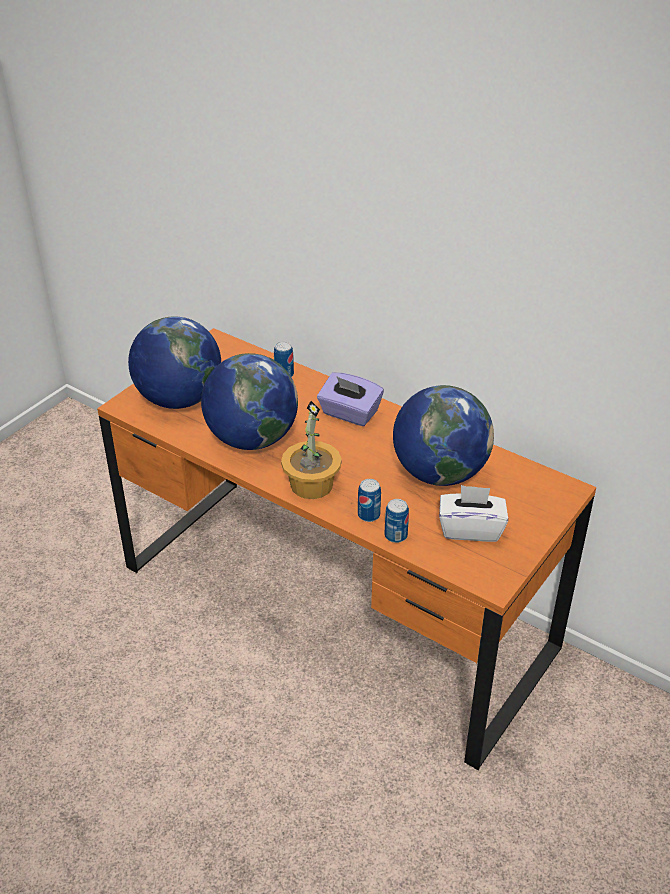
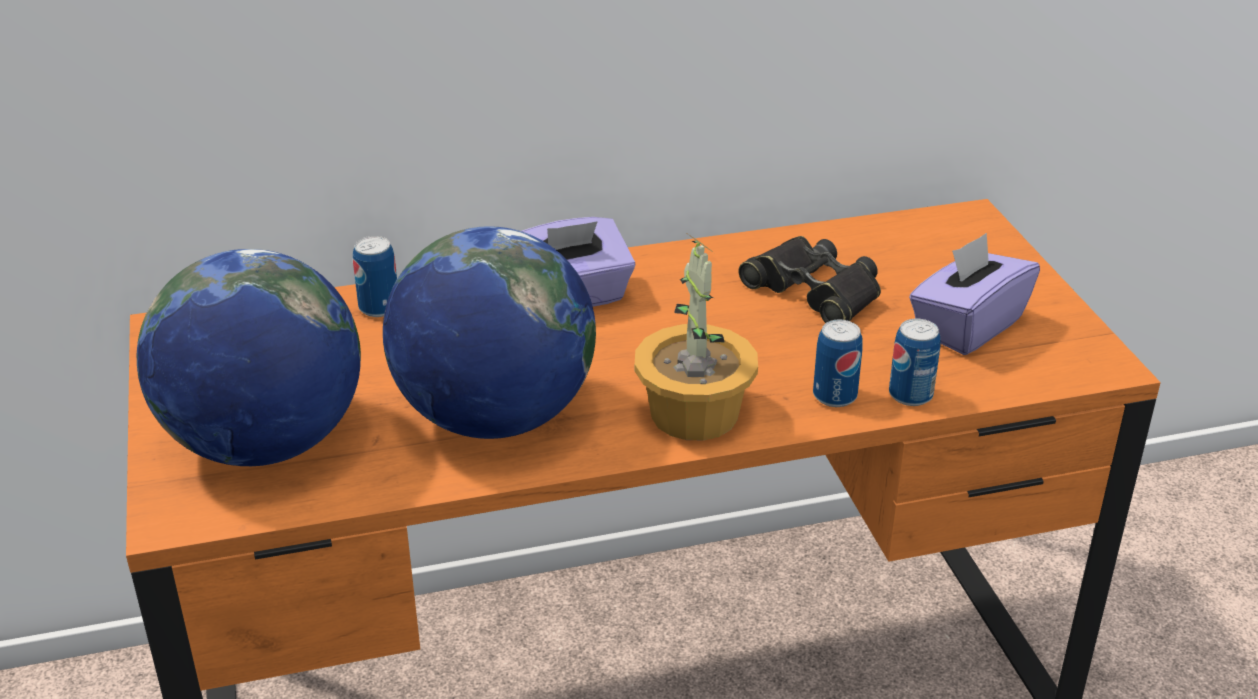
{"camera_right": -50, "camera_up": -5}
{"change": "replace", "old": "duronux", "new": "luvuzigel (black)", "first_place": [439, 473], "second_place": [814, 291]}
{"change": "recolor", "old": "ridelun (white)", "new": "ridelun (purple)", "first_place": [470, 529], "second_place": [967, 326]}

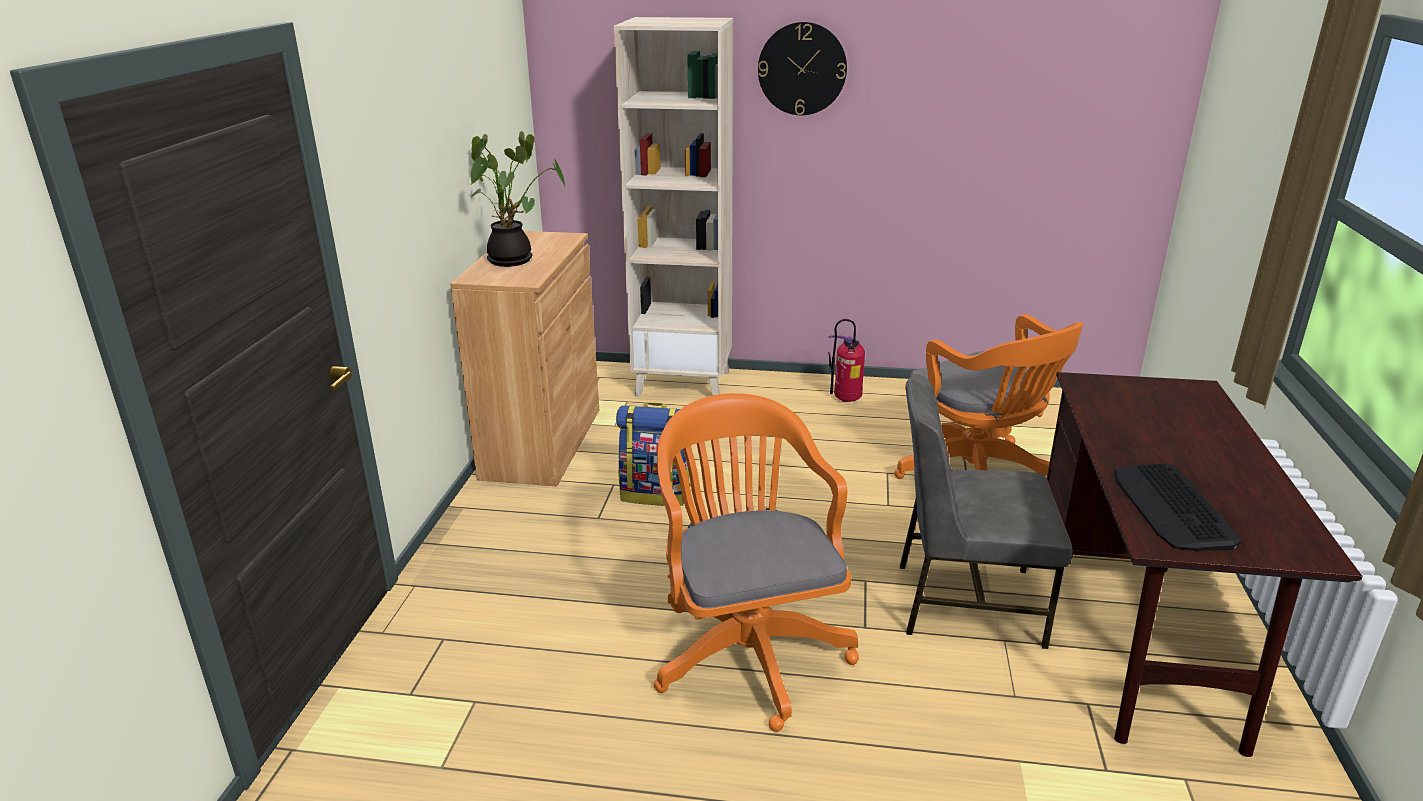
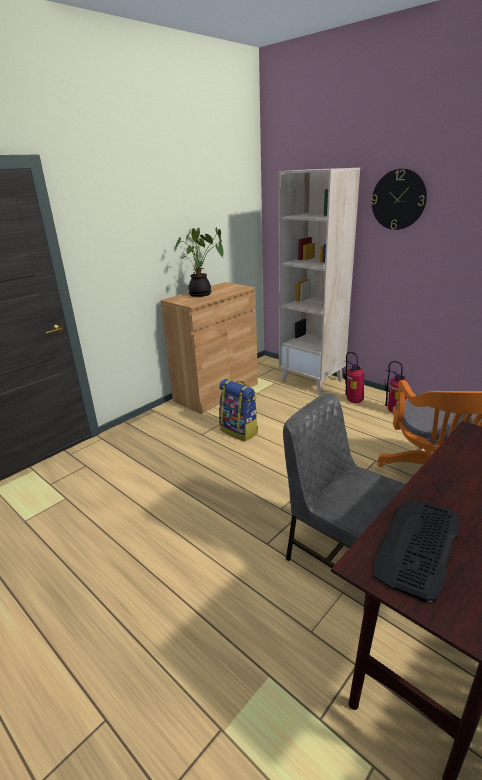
{"camera_right": 35, "camera_up": 0}
{"change": "insert", "new": "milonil", "second_place": [353, 401]}
{"change": "delete", "old": "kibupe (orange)", "first_place": [747, 647]}

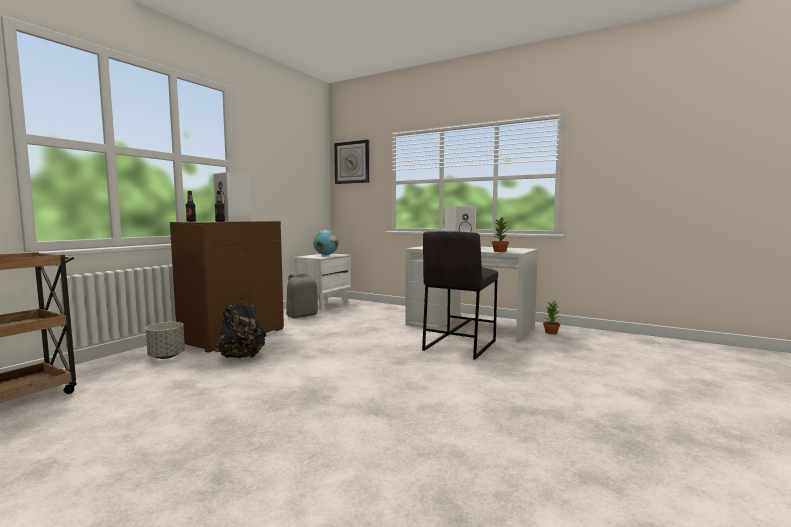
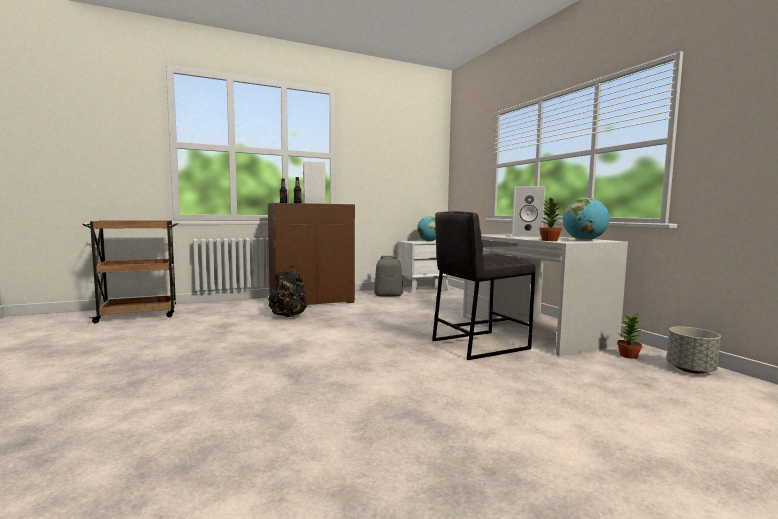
{"camera_right": 35, "camera_up": 0}
{"change": "insert", "new": "duronux", "second_place": [584, 240]}
{"change": "move", "old": "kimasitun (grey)", "first_place": [167, 356], "second_place": [690, 370]}
{"change": "delete", "old": "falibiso", "first_place": [352, 162]}

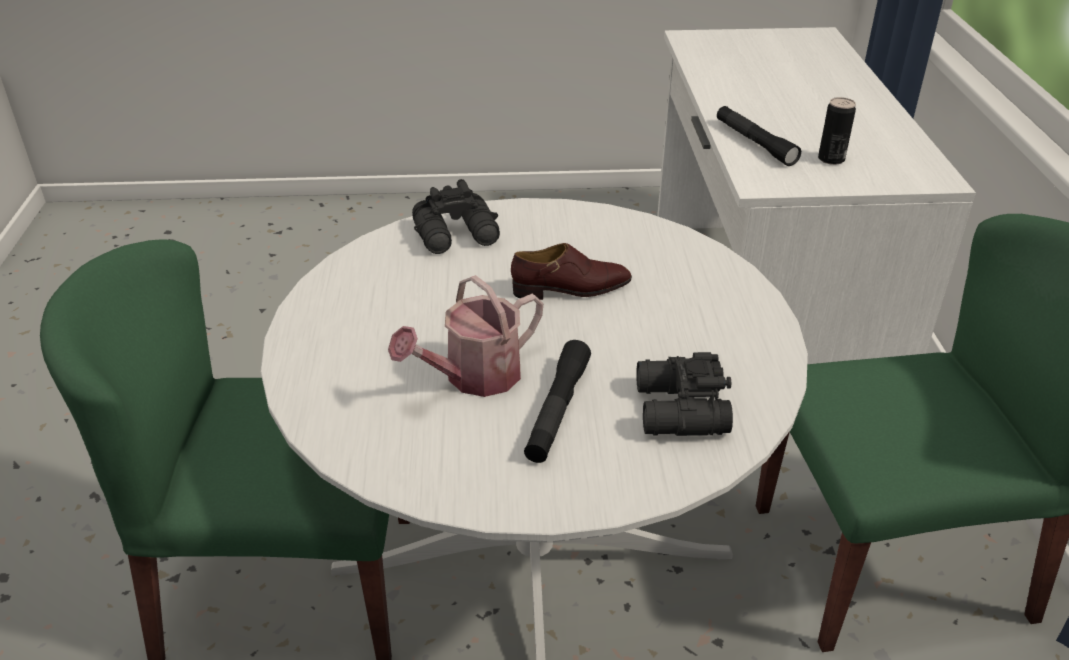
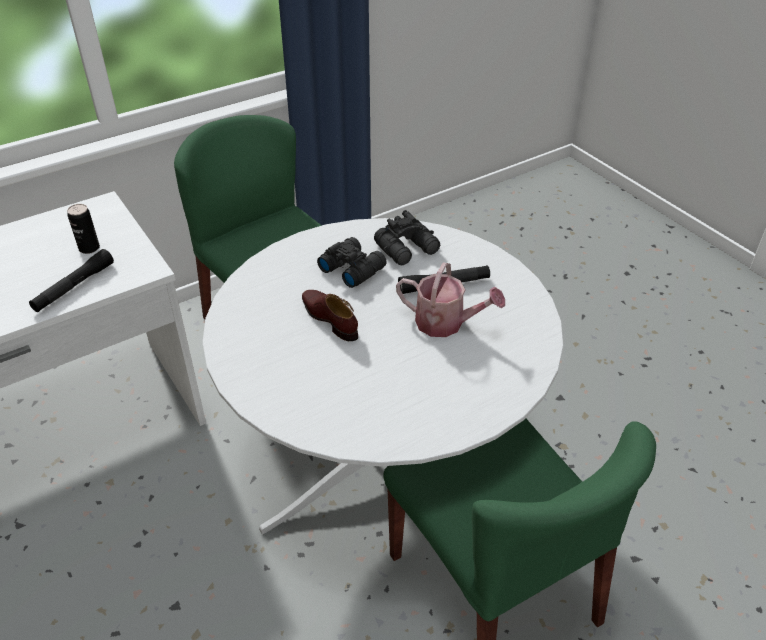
{"camera_right": -120, "camera_up": 5}
{"change": "move", "old": "luvuzigel (black)", "first_place": [458, 235], "second_place": [352, 268]}

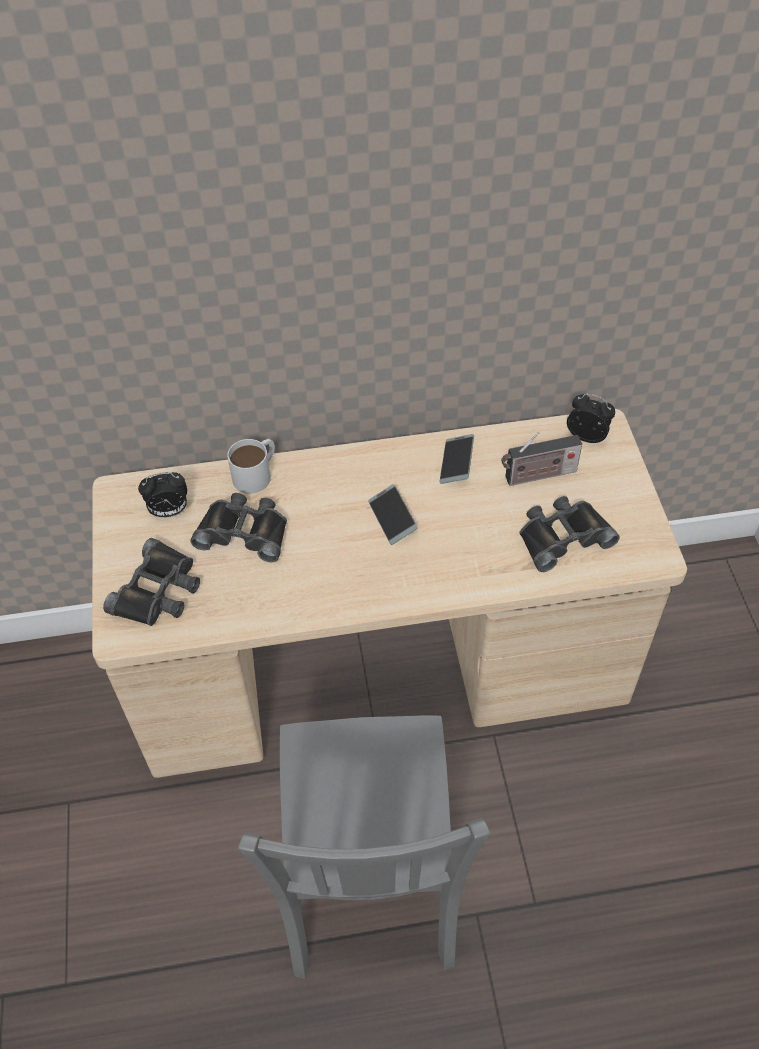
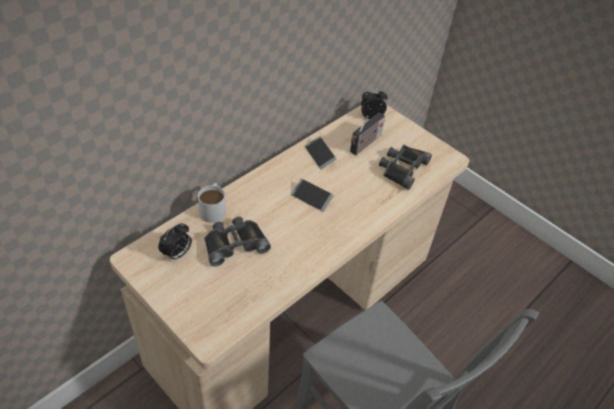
{"camera_right": -40, "camera_up": -5}
{"change": "delete", "old": "luvuzigel (black)", "first_place": [158, 591]}

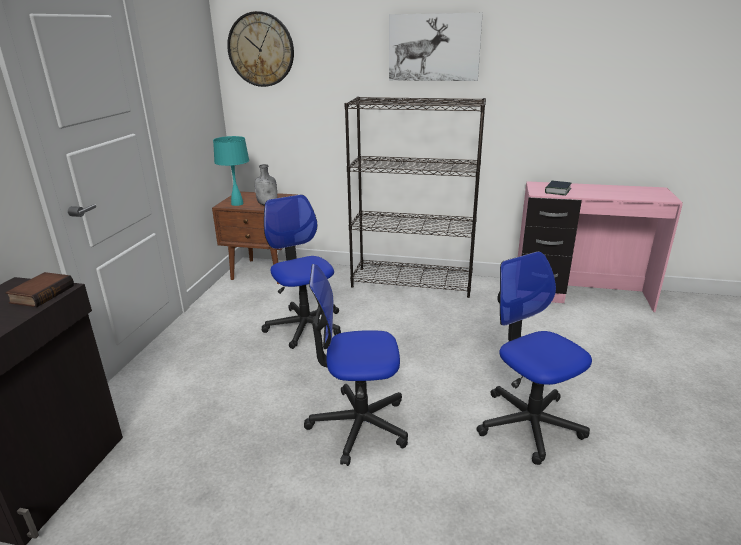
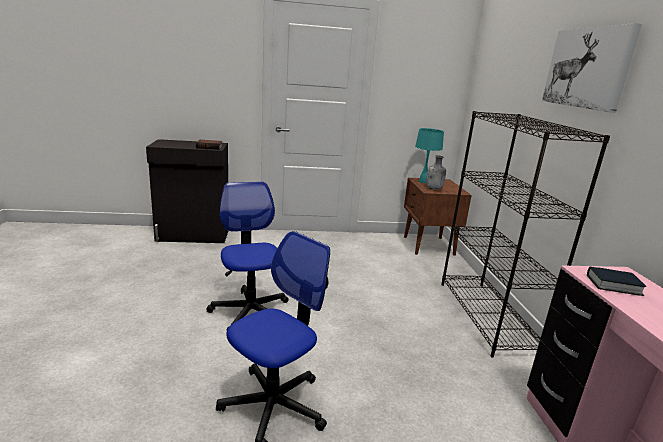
{"camera_right": 70, "camera_up": -5}
{"change": "delete", "old": "falibiso", "first_place": [261, 49]}
{"change": "delete", "old": "kibupe", "first_place": [304, 326]}

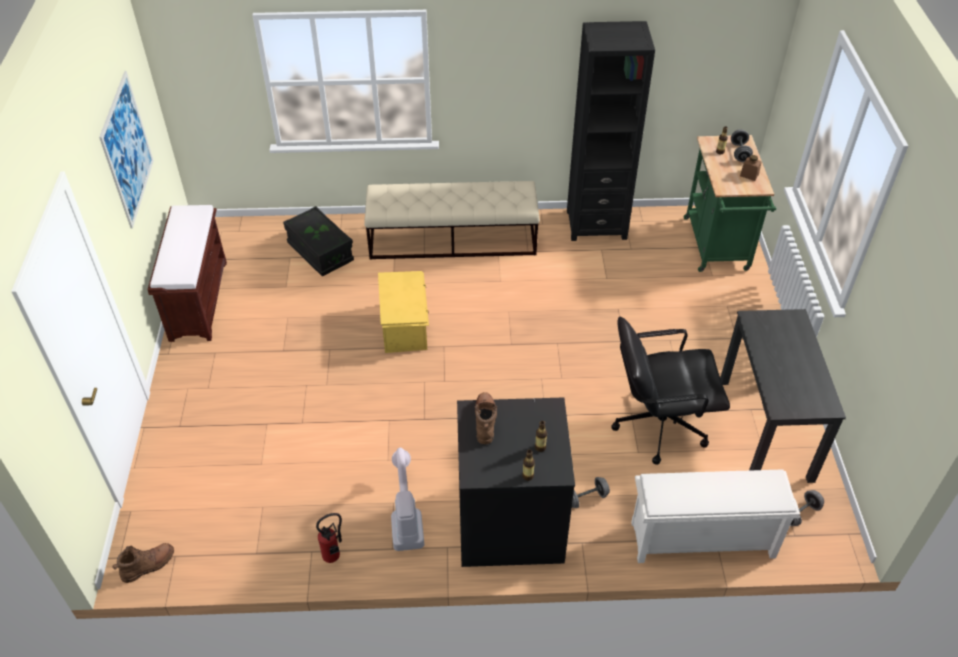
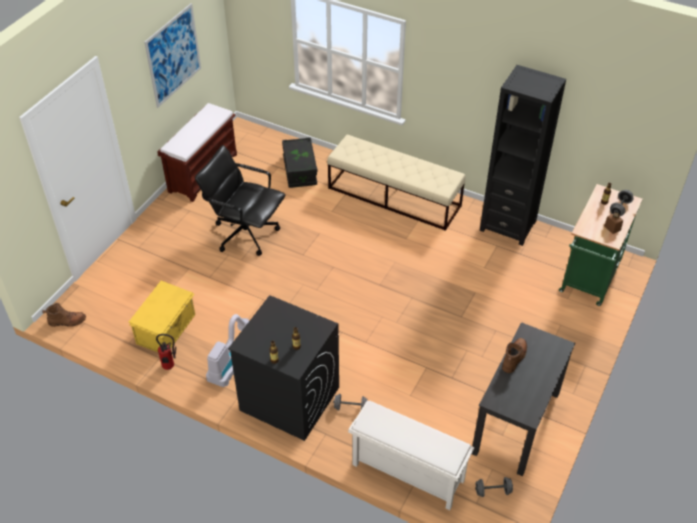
{"camera_right": 30, "camera_up": 0}
{"change": "move", "old": "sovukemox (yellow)", "first_place": [405, 325], "second_place": [167, 329]}
{"change": "move", "old": "kibupe (black)", "first_place": [658, 424], "second_place": [245, 233]}
{"change": "move", "old": "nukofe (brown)", "first_place": [485, 421], "second_place": [514, 358]}

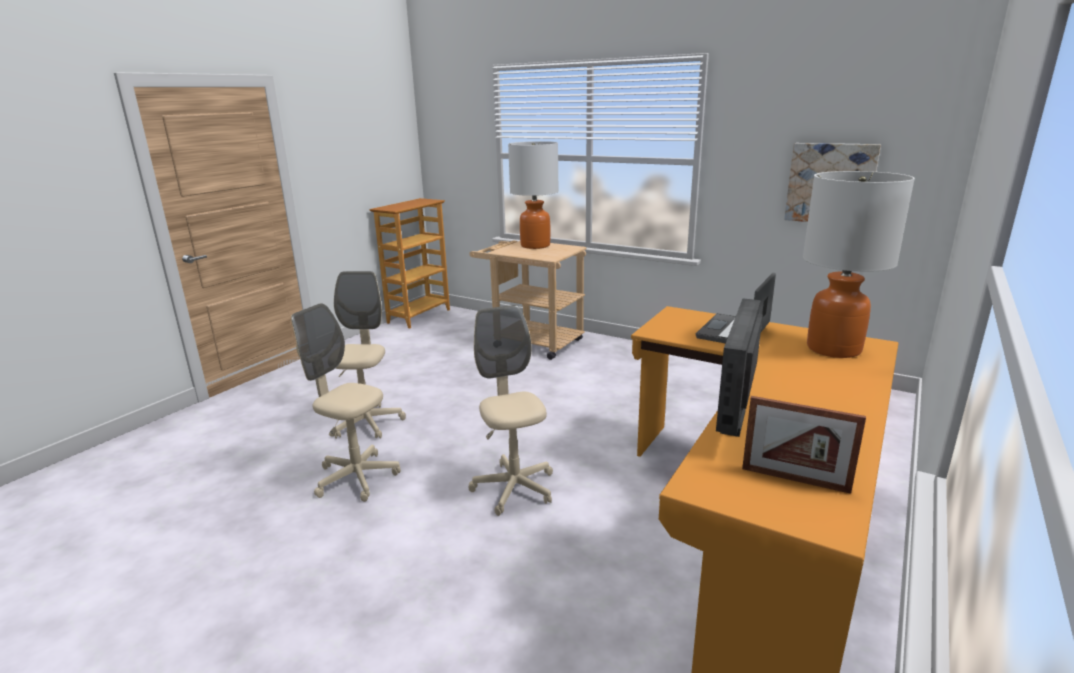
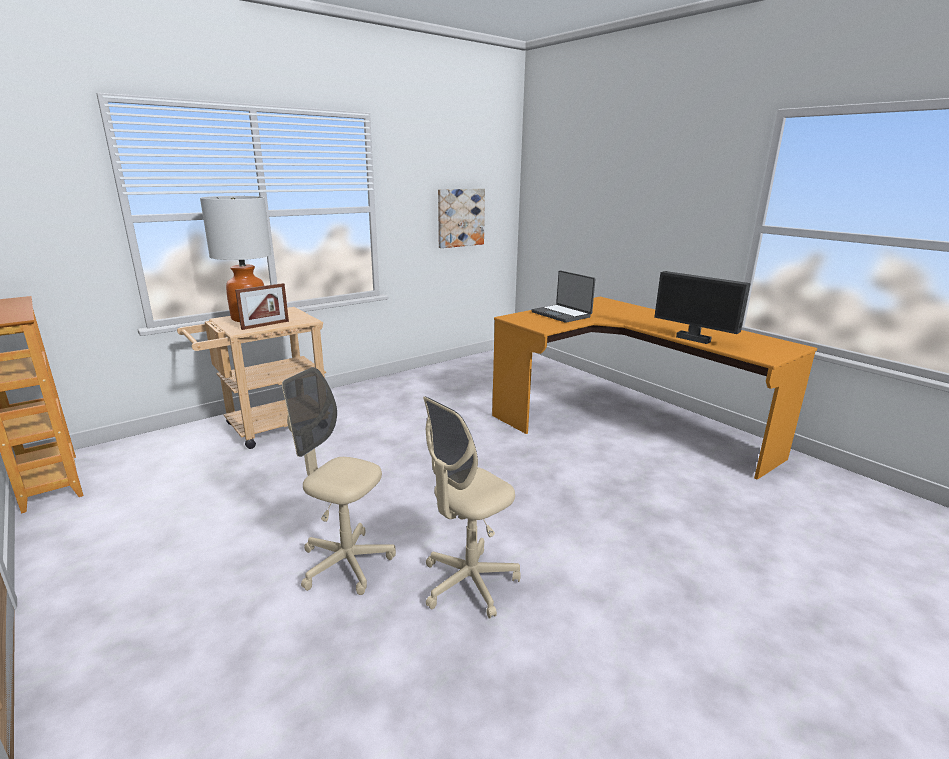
{"camera_right": -70, "camera_up": 0}
{"change": "move", "old": "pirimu", "first_place": [794, 479], "second_place": [265, 325]}
{"change": "delete", "old": "kibupe (beige)", "first_place": [514, 488]}
{"change": "delete", "old": "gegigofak", "first_place": [833, 349]}

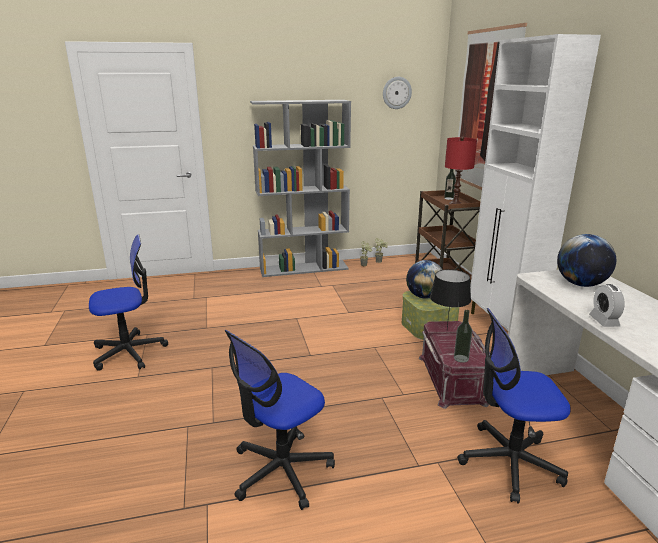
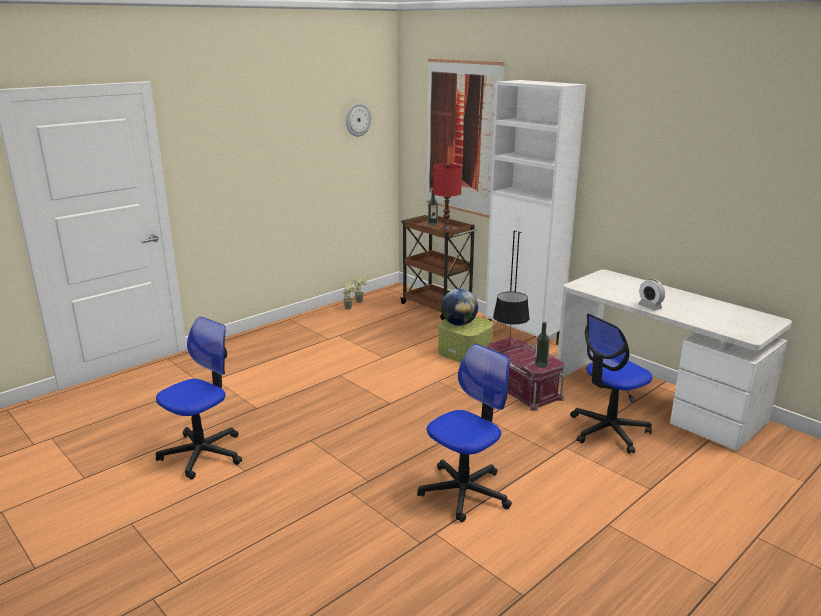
{"camera_right": -30, "camera_up": 0}
{"change": "rotate", "old": "kibupe", "first_place": [281, 470], "second_place": [464, 492], "degrees": -150}
{"change": "delete", "old": "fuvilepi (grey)", "first_place": [304, 268]}
{"change": "delete", "old": "duronux", "first_place": [581, 284]}

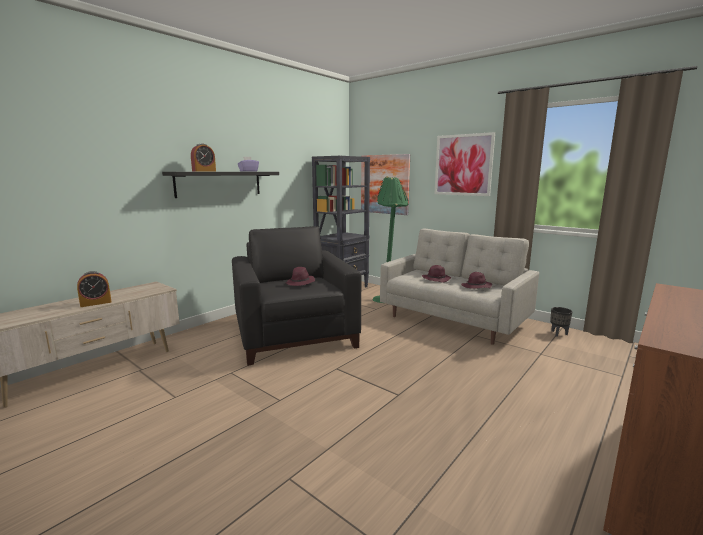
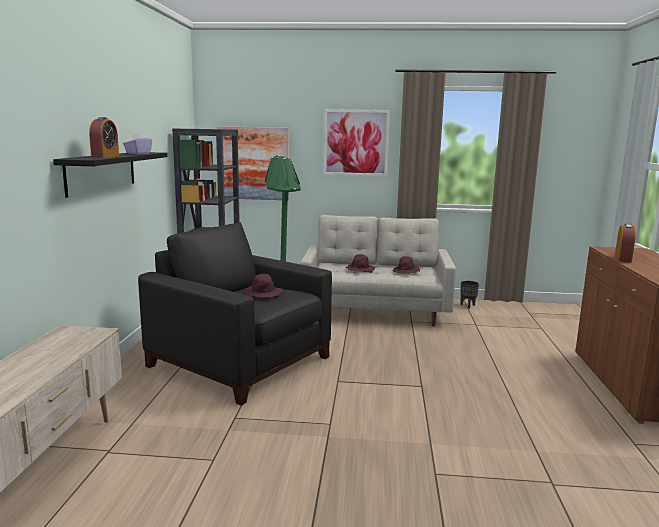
{"camera_right": -35, "camera_up": 0}
{"change": "move", "old": "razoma", "first_place": [96, 303], "second_place": [623, 258]}

